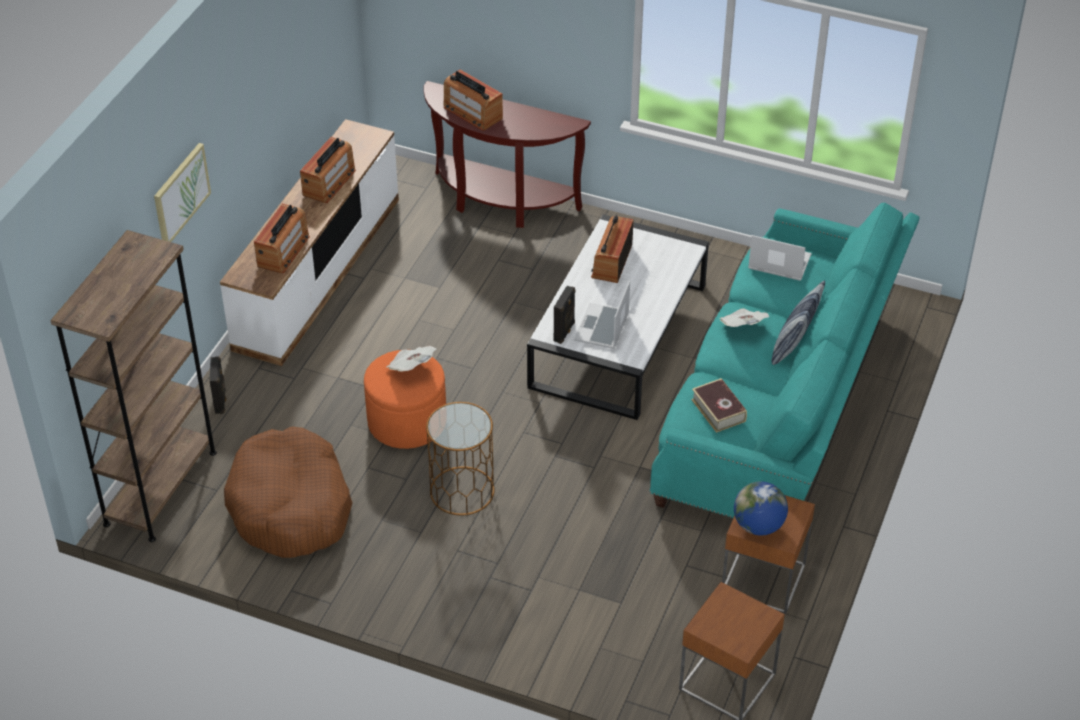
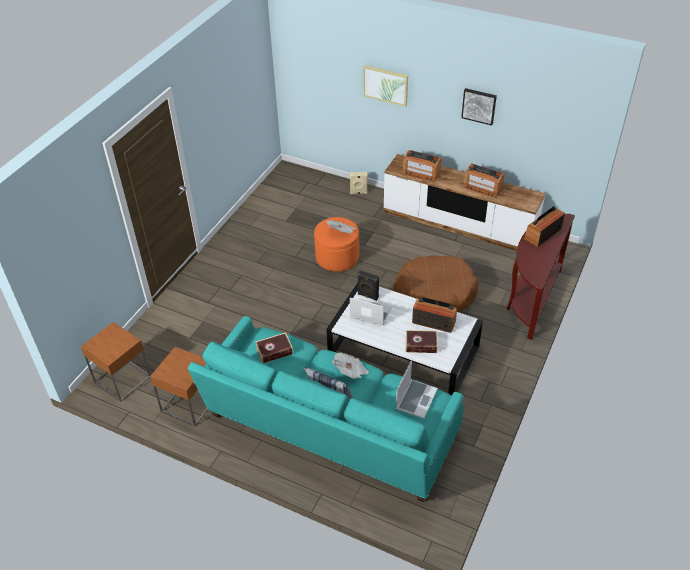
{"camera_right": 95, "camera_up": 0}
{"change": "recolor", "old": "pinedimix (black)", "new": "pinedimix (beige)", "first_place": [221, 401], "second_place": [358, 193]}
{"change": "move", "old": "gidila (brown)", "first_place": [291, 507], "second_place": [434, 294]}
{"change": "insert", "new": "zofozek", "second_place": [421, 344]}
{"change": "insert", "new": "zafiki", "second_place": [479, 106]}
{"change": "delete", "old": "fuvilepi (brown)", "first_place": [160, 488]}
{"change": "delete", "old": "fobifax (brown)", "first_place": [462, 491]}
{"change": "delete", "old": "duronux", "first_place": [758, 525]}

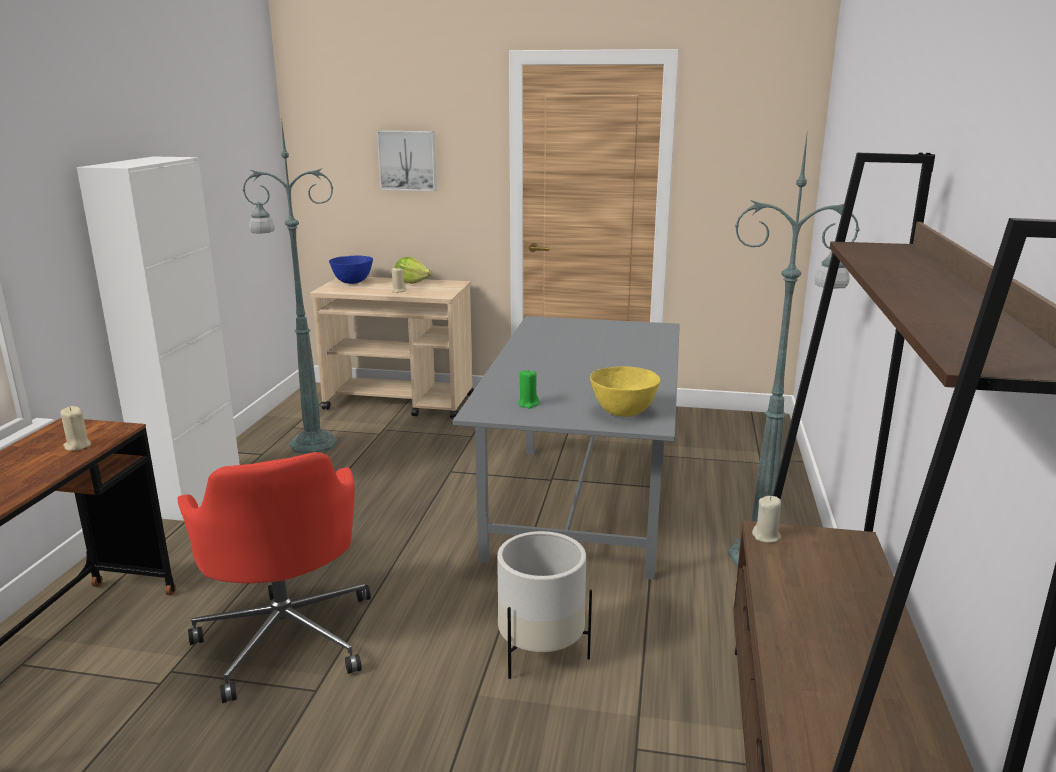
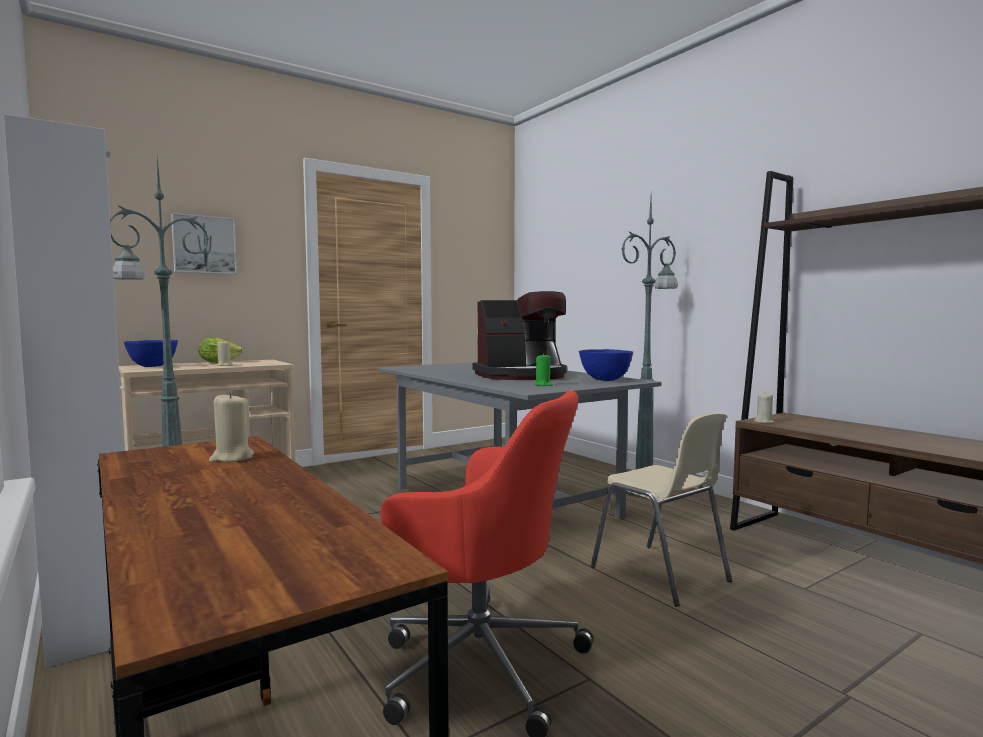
{"camera_right": -45, "camera_up": -15}
{"change": "insert", "new": "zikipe", "second_place": [521, 376]}
{"change": "recolor", "old": "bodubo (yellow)", "new": "bodubo (blue)", "first_place": [623, 413], "second_place": [605, 380]}
{"change": "replace", "old": "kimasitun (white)", "new": "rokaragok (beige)", "first_place": [541, 653], "second_place": [660, 575]}

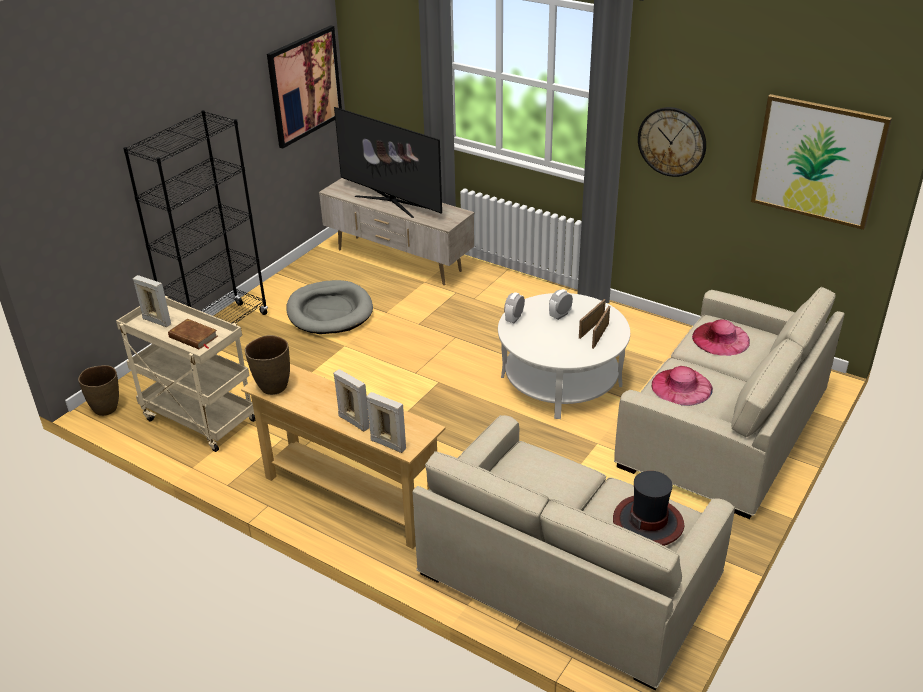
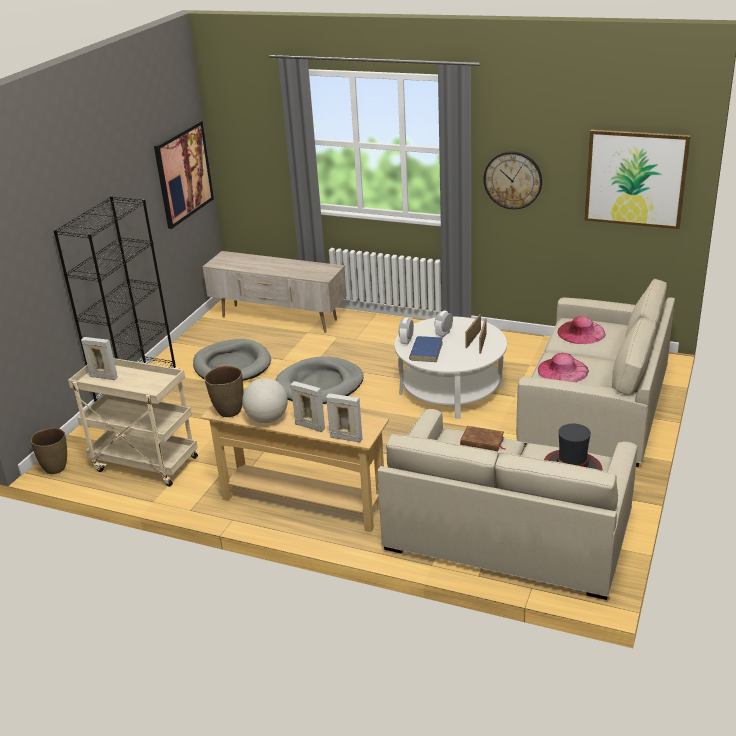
{"camera_right": -10, "camera_up": -5}
{"change": "insert", "new": "duronux", "second_place": [267, 419]}
{"change": "insert", "new": "gidila (grey)", "second_place": [320, 385]}
{"change": "insert", "new": "zofozek (blue)", "second_place": [426, 351]}
{"change": "move", "old": "zofozek (brown)", "first_place": [193, 337], "second_place": [482, 441]}
{"change": "delete", "old": "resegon", "first_place": [391, 202]}

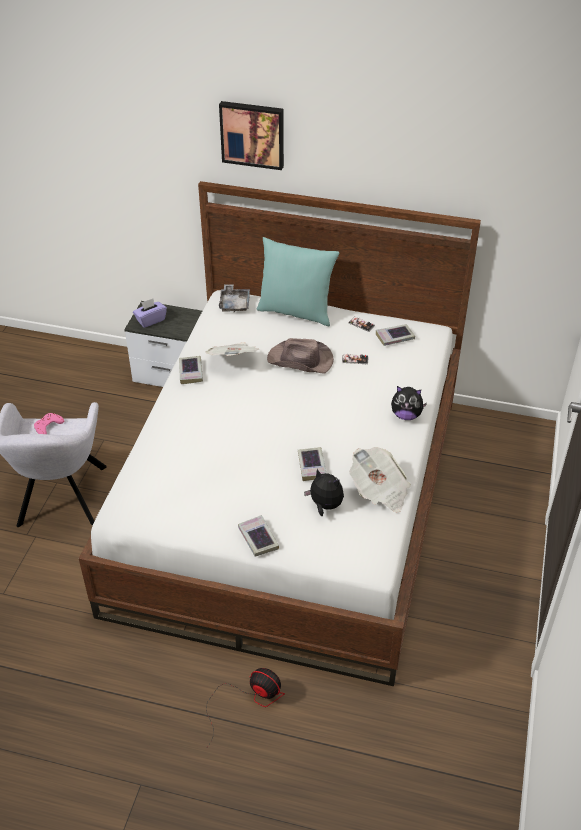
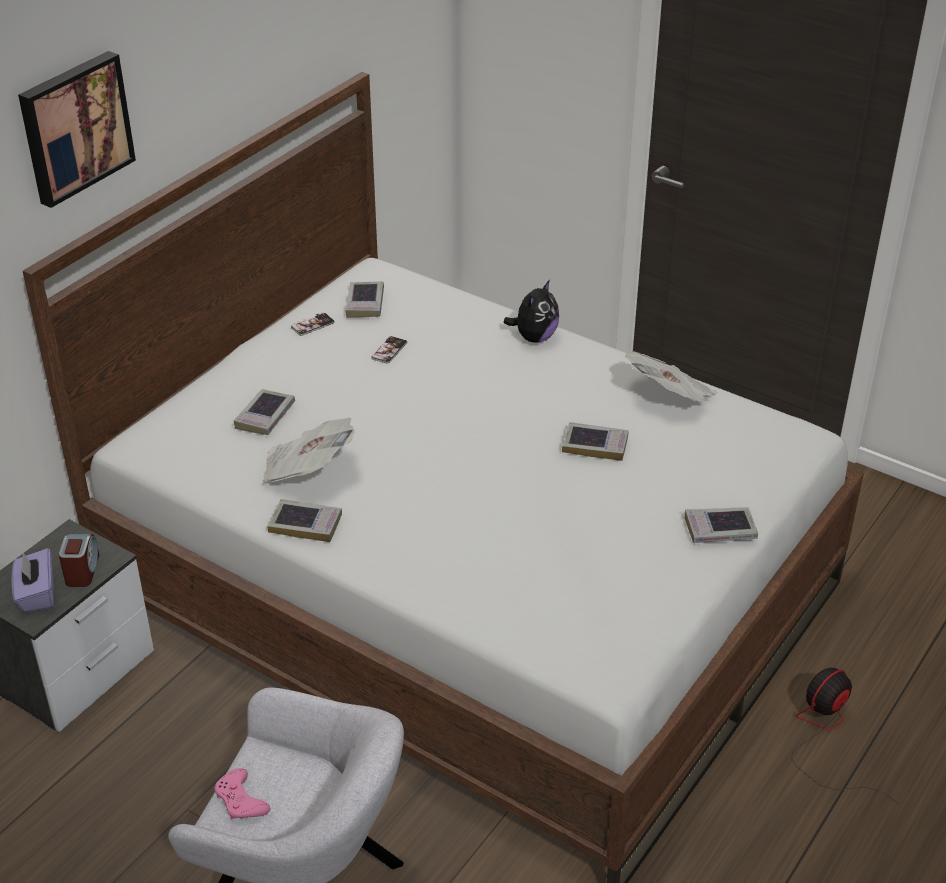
{"camera_right": -70, "camera_up": -5}
{"change": "insert", "new": "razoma", "second_place": [82, 570]}
{"change": "insert", "new": "zofozek", "second_place": [265, 416]}
{"change": "delete", "old": "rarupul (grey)", "first_place": [234, 303]}
{"change": "delete", "old": "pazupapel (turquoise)", "first_place": [296, 312]}
{"change": "delete", "old": "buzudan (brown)", "first_place": [301, 360]}
{"change": "delete", "old": "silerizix", "first_place": [325, 506]}

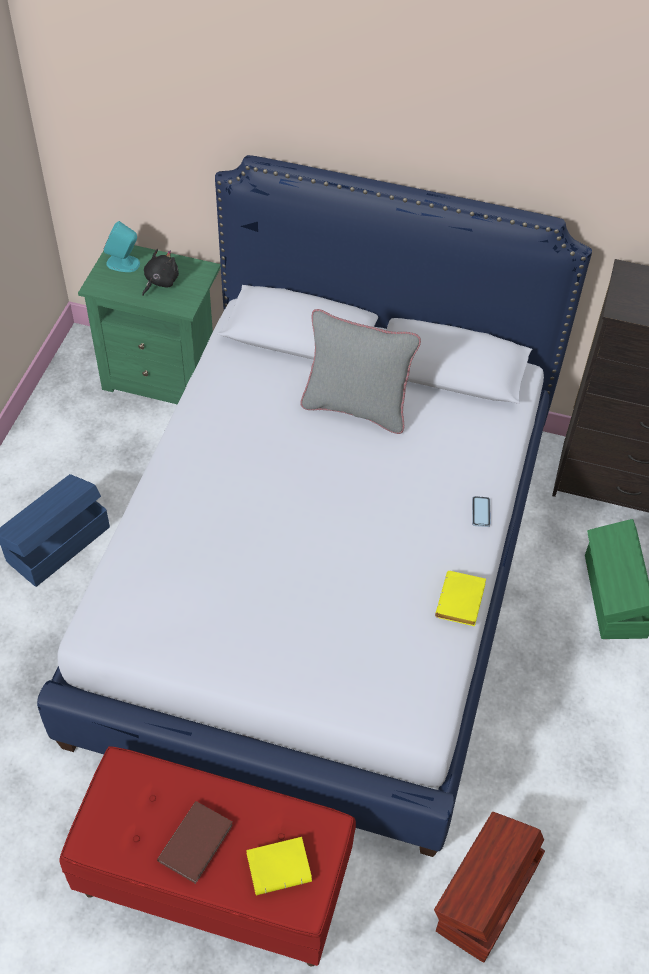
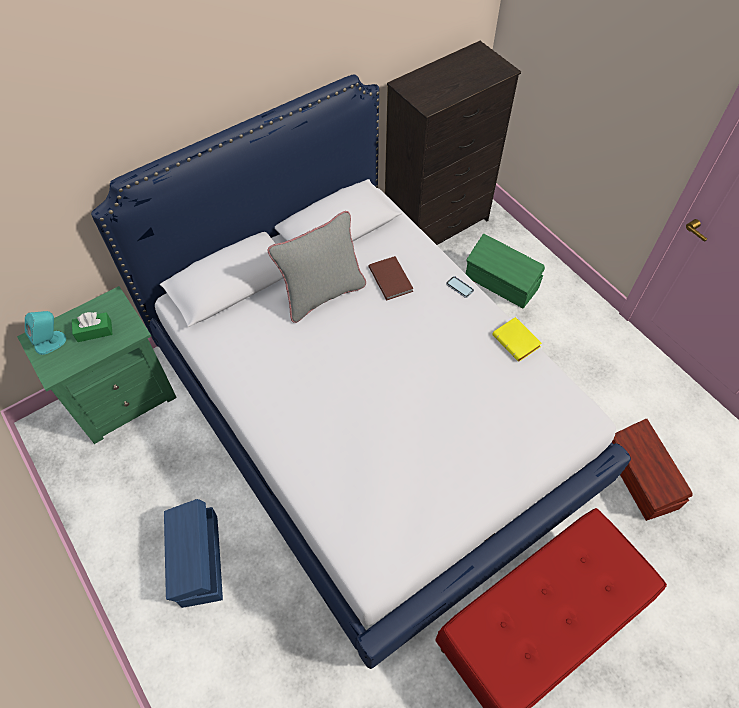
{"camera_right": -50, "camera_up": 5}
{"change": "replace", "old": "silerizix (black)", "new": "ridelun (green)", "first_place": [160, 282], "second_place": [94, 331]}
{"change": "move", "old": "zofozek (brown)", "first_place": [197, 843], "second_place": [391, 278]}
{"change": "delete", "old": "zofozek (yellow)", "first_place": [280, 866]}

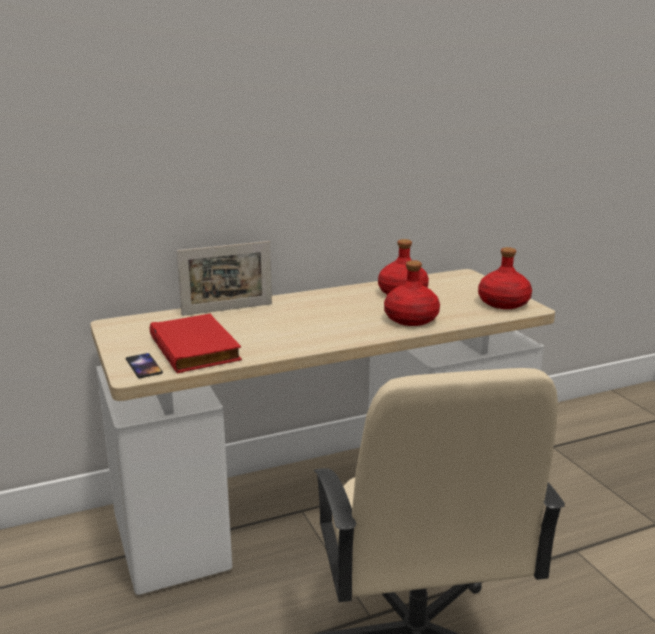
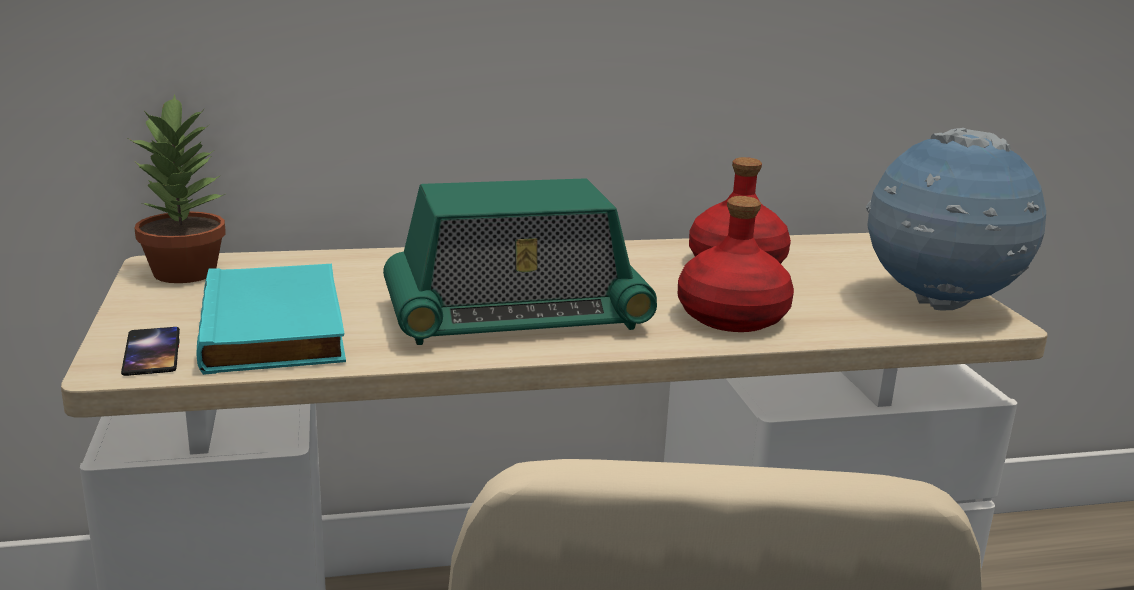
{"camera_right": 10, "camera_up": 0}
{"change": "insert", "new": "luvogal", "second_place": [187, 272]}
{"change": "recolor", "old": "zofozek (red)", "new": "zofozek (turquoise)", "first_place": [197, 348], "second_place": [278, 328]}
{"change": "insert", "new": "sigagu", "second_place": [516, 316]}
{"change": "replace", "old": "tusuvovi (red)", "new": "duronux", "first_place": [503, 303], "second_place": [939, 305]}
{"change": "delete", "old": "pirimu", "first_place": [227, 309]}

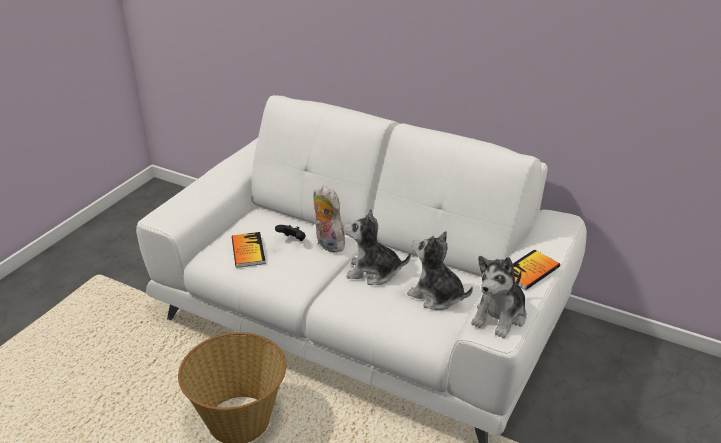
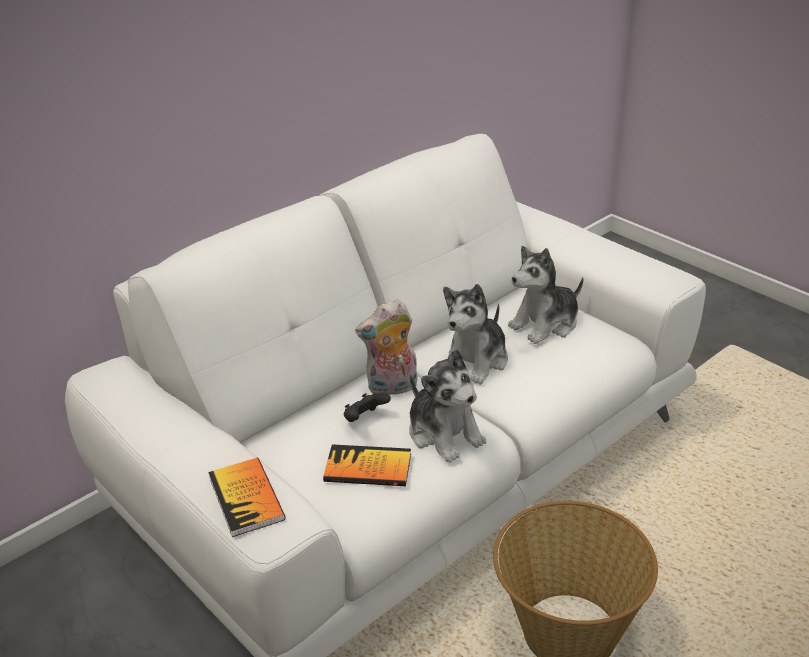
{"camera_right": -70, "camera_up": 0}
{"change": "move", "old": "zofozek", "first_place": [530, 271], "second_place": [246, 498]}
{"change": "move", "old": "silerizix", "first_place": [500, 316], "second_place": [444, 434]}

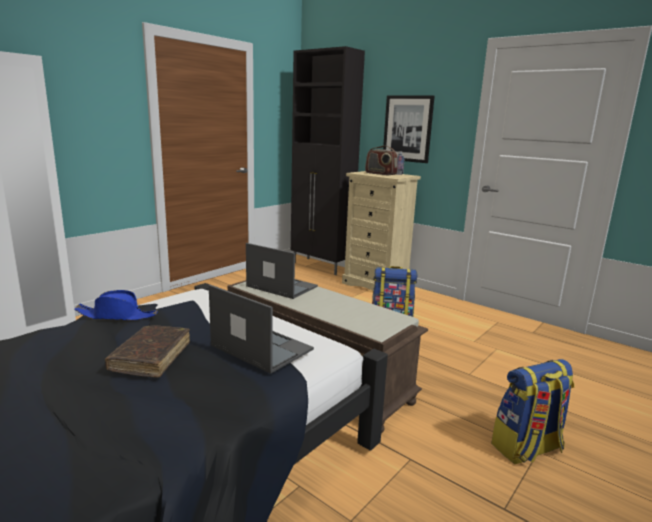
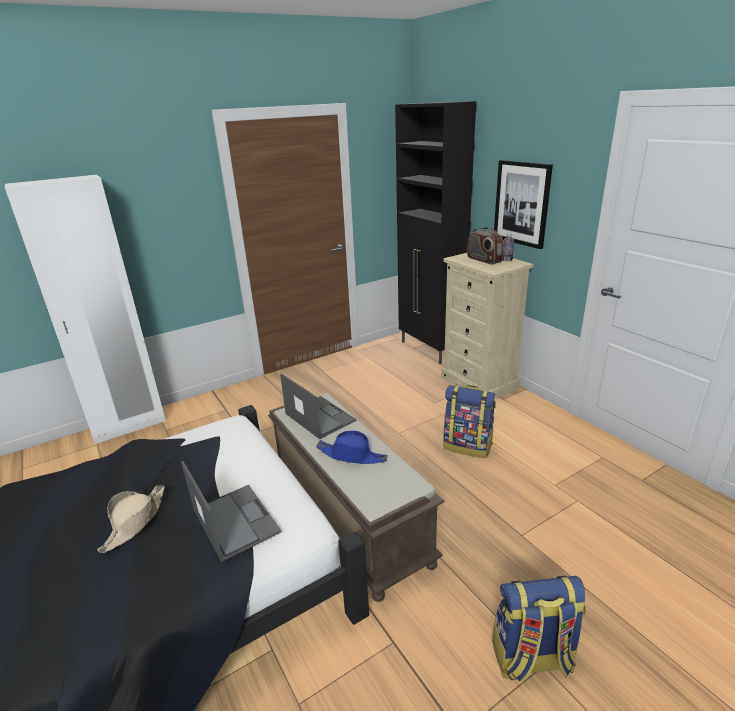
{"camera_right": 20, "camera_up": 10}
{"change": "replace", "old": "zofozek (brown)", "new": "buzudan (beige)", "first_place": [151, 358], "second_place": [135, 522]}
{"change": "move", "old": "buzudan (blue)", "first_place": [117, 316], "second_place": [352, 455]}

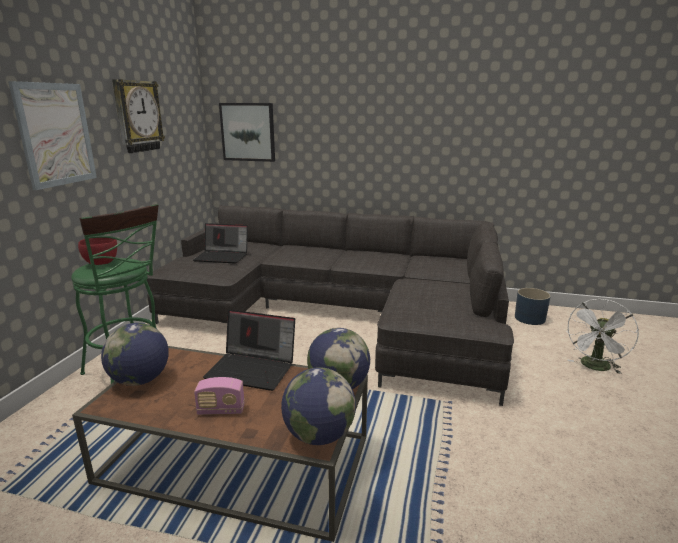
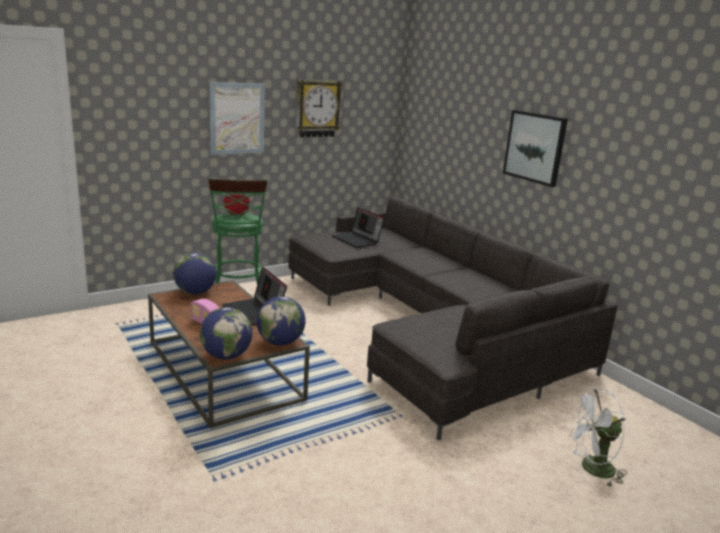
{"camera_right": 40, "camera_up": 0}
{"change": "move", "old": "zafiki", "first_place": [248, 132], "second_place": [535, 147]}
{"change": "delete", "old": "kimasitun (blue)", "first_place": [530, 318]}

